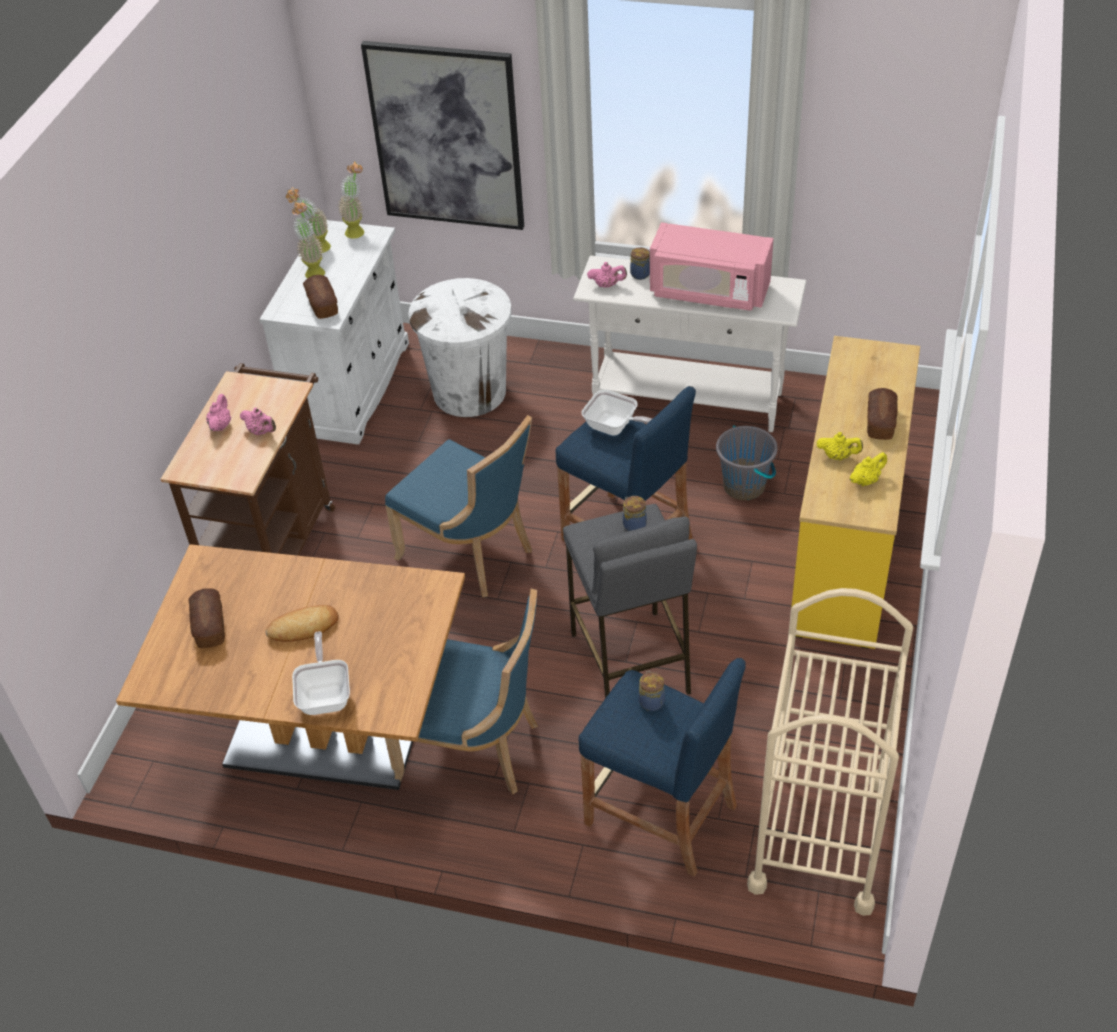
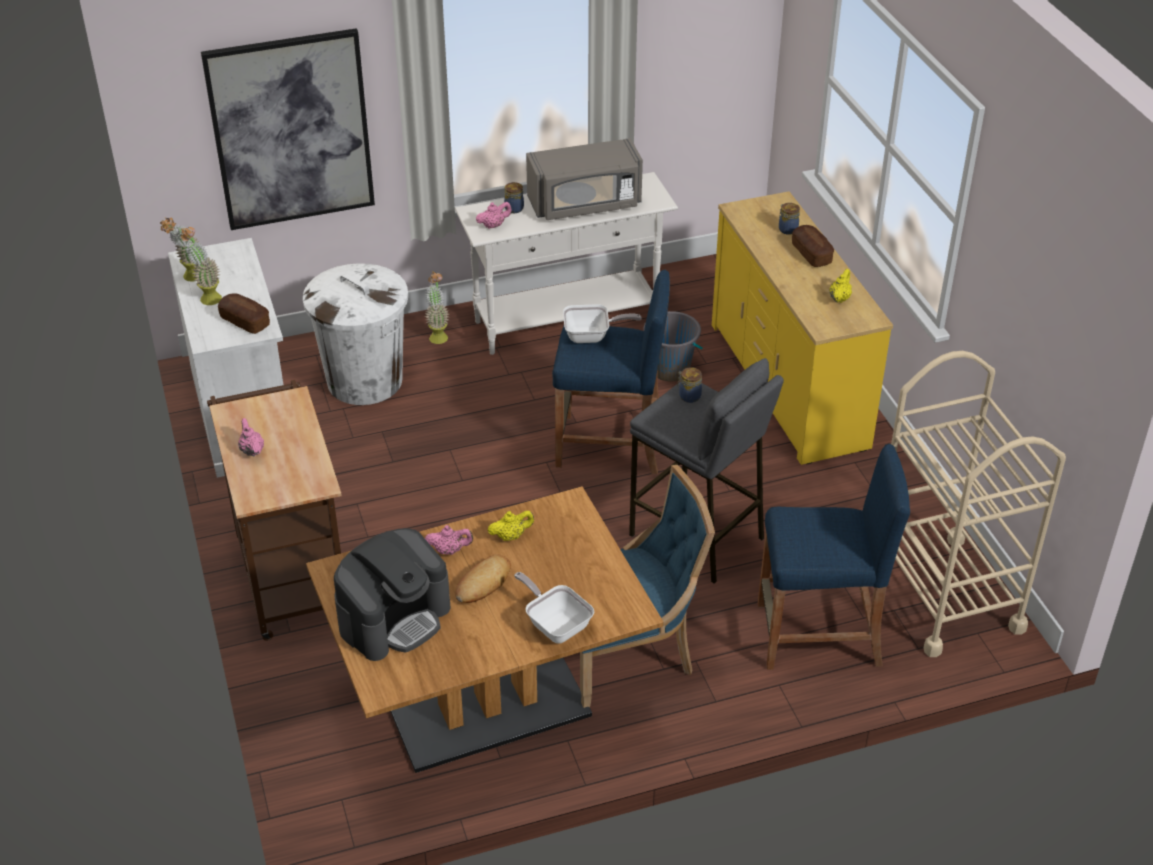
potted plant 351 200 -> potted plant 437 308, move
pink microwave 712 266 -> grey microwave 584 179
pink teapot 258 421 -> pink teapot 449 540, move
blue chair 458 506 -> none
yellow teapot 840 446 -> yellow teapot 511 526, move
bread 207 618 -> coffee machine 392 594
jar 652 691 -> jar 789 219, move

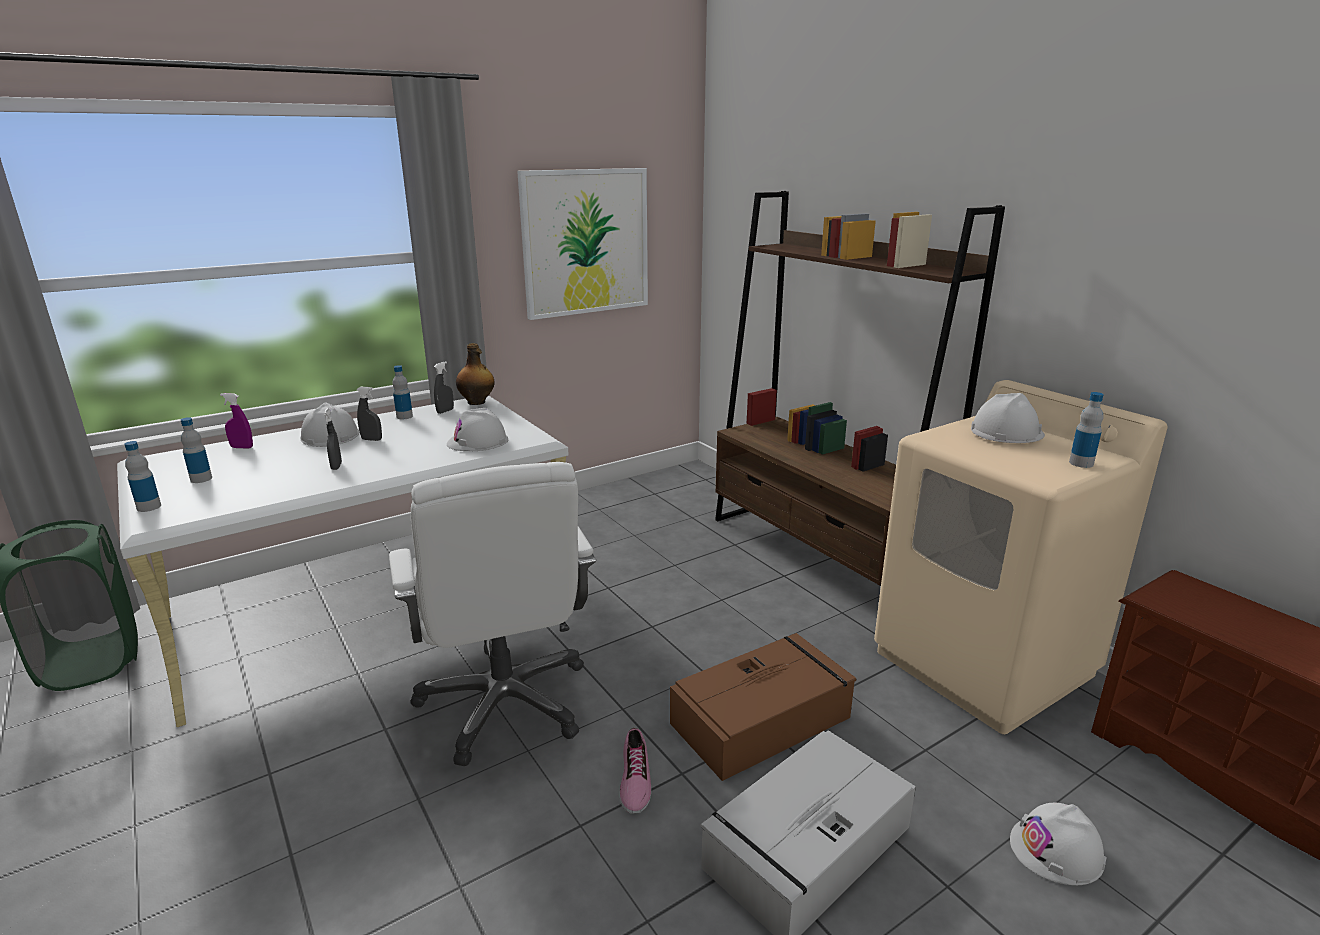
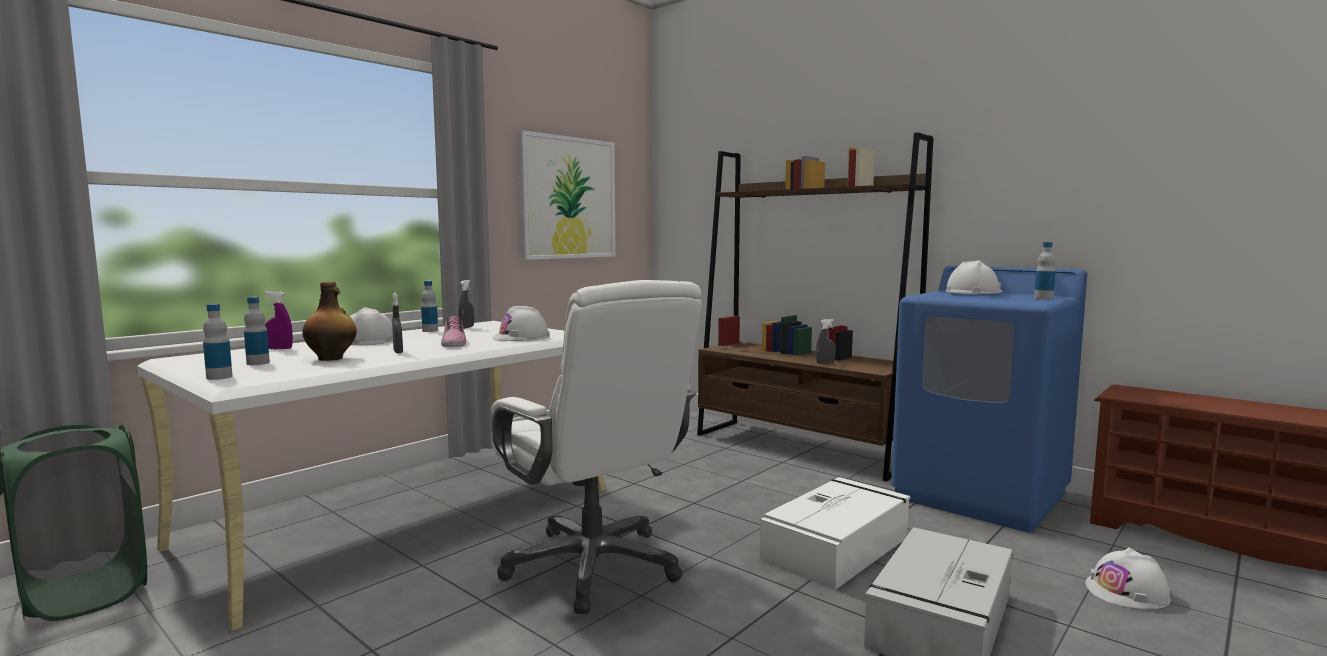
bottle 475 374 -> bottle 329 321, move
beige washing machine 1021 557 -> blue washing machine 989 399
grey spray bottle 369 414 -> grey spray bottle 826 341, move
brown storage box 763 707 -> white storage box 835 533
shoe 635 771 -> shoe 453 331, move

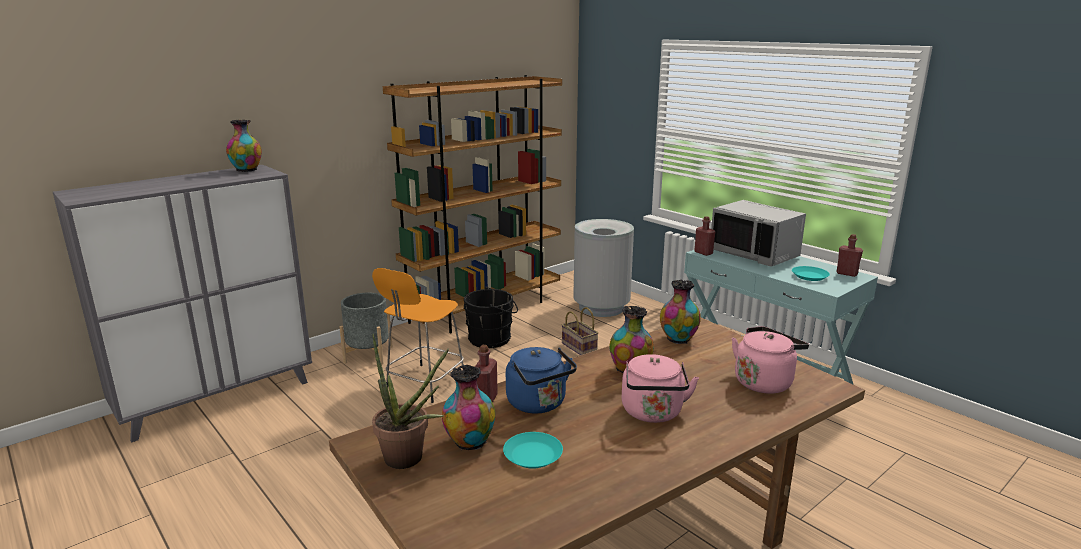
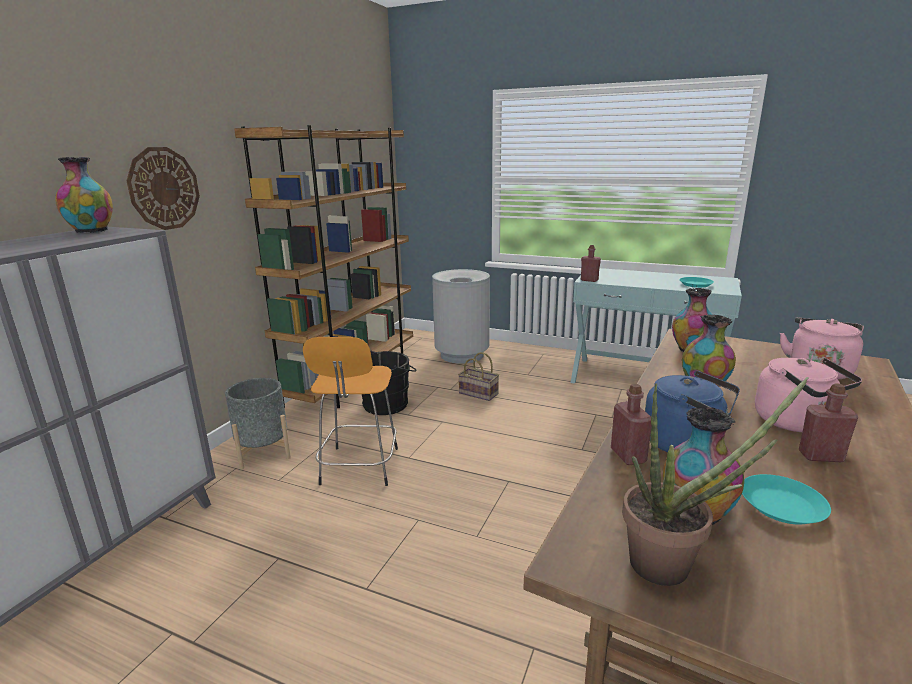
grey microwave 758 233 -> none
red bottle 849 255 -> red bottle 828 422, move
none -> wall clock 163 188

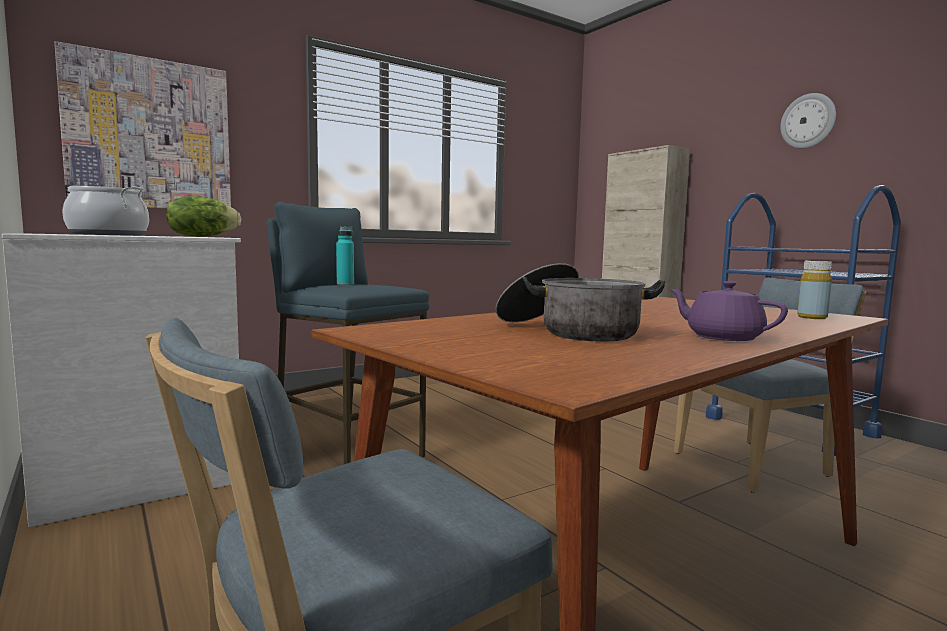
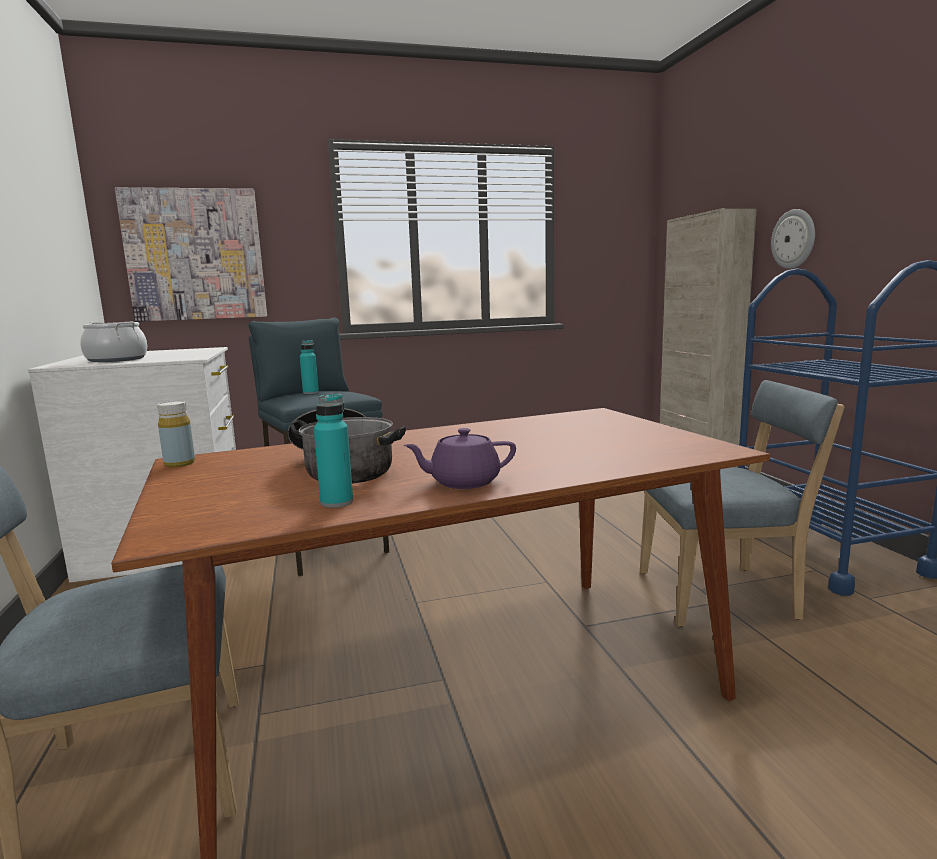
wall clock 808 120 -> wall clock 793 239, move
lettuce 203 216 -> none
yellow bottle 814 290 -> yellow bottle 176 434, move
purple teapot 728 311 -> purple teapot 460 458, 75 degrees counterclockwise
none -> turquoise bottle 333 451

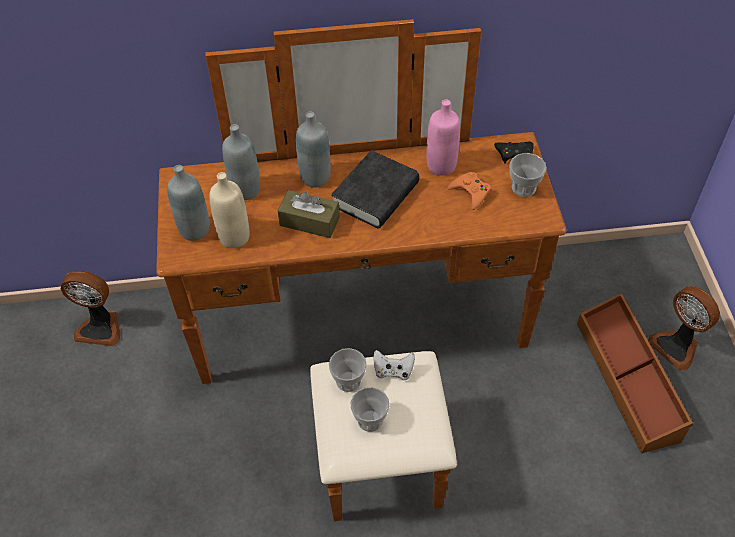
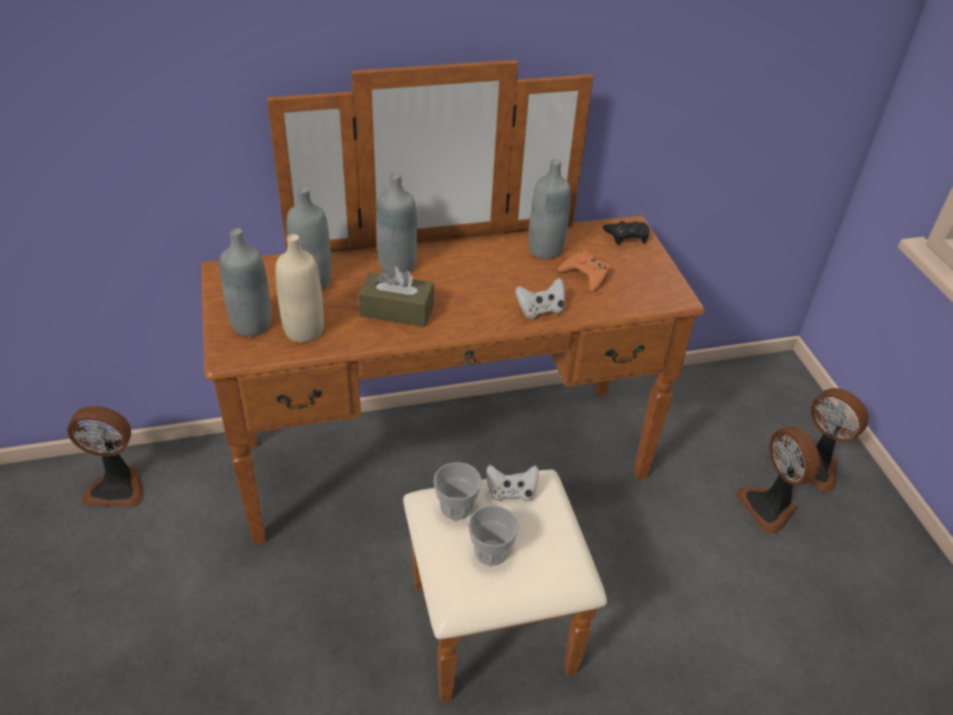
pink bottle 443 137 -> grey bottle 550 209
black book 375 189 -> none
cup 528 175 -> none
brown storage box 635 373 -> fan 778 480
none -> white game controller 540 298

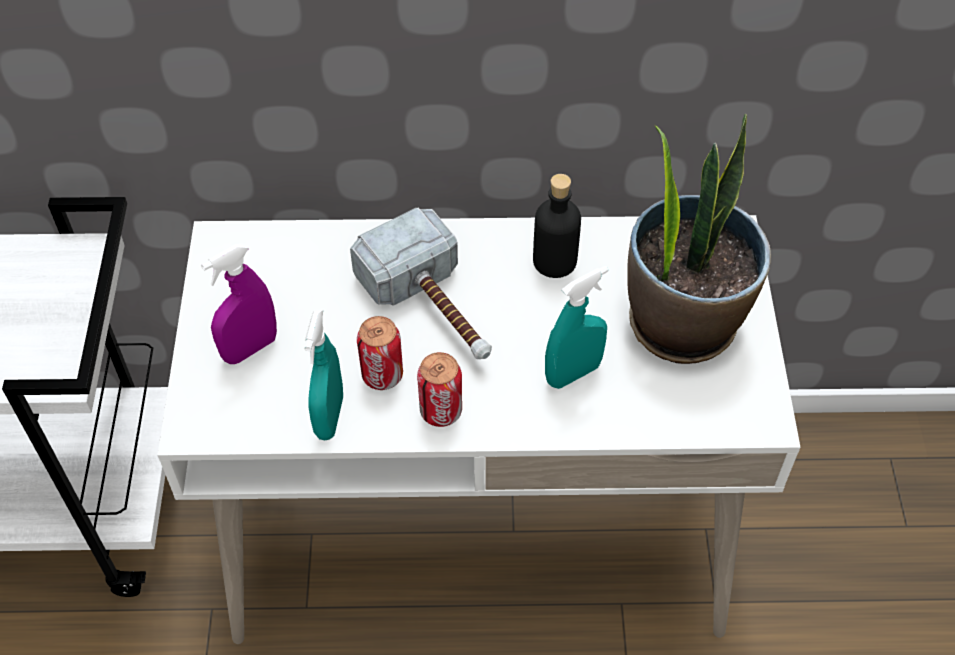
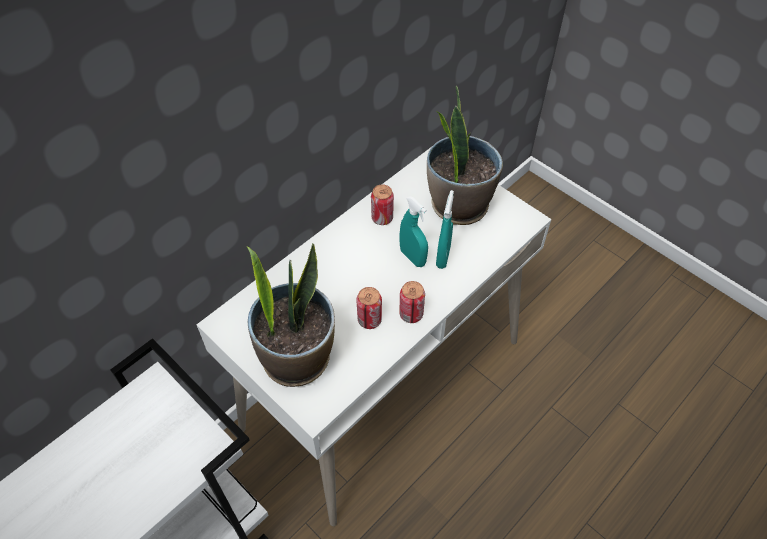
black bottle 557 226 -> can 382 204
hammer 421 283 -> none
purple spray bottle 239 303 -> potted plant 291 315
turquoise spray bottle 323 374 -> turquoise spray bottle 413 231, move

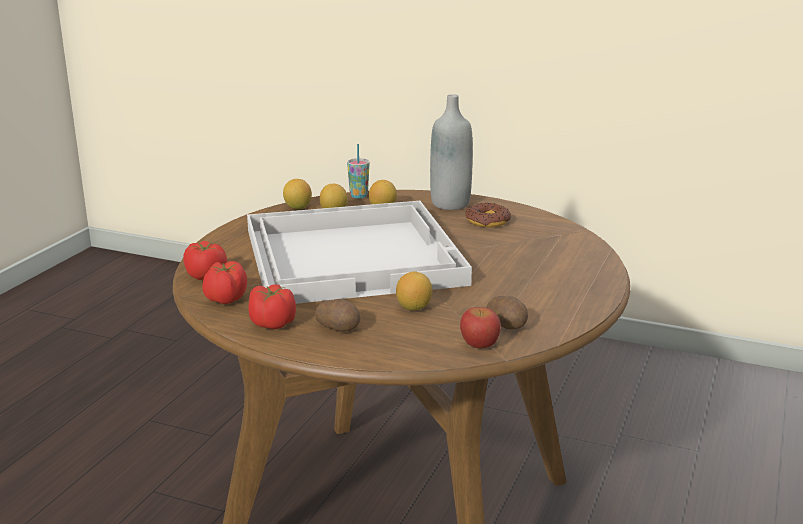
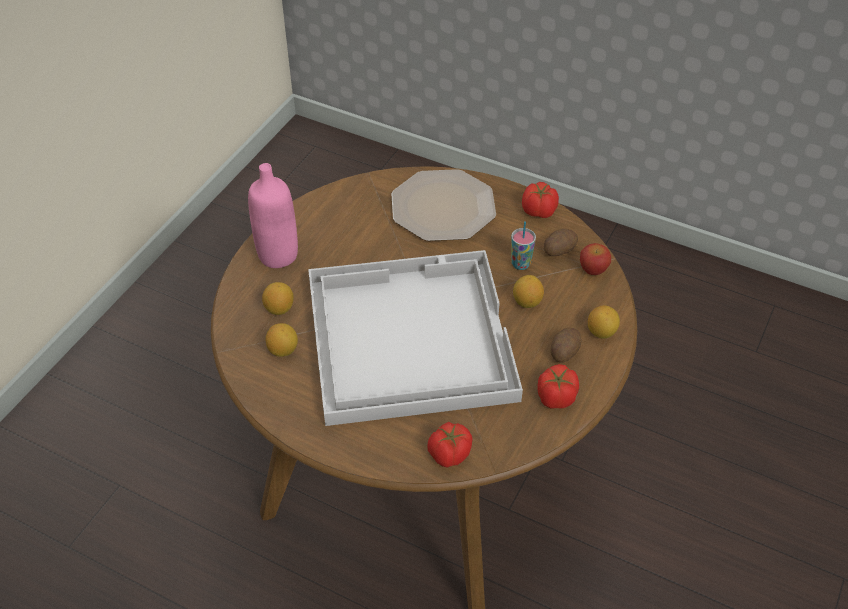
grey bottle 451 152 -> pink bottle 273 215
cup 358 171 -> cup 523 245, move
lemon 297 194 -> lemon 604 322, move
donut 488 215 -> none
tomato 224 282 -> tomato 540 200, move
none -> plate 443 205

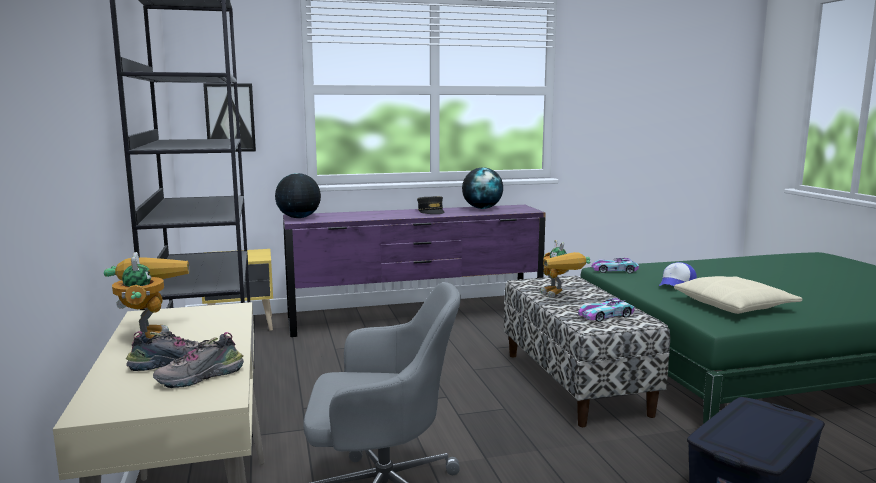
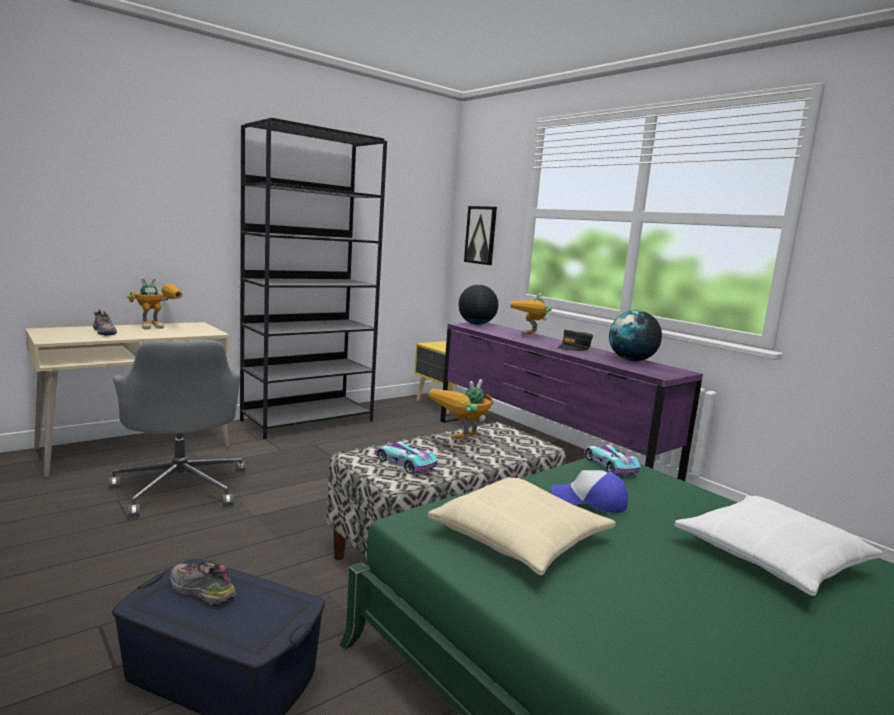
shoe 198 360 -> shoe 203 583, move
none -> toy robot 531 314
none -> white pillow 779 546

